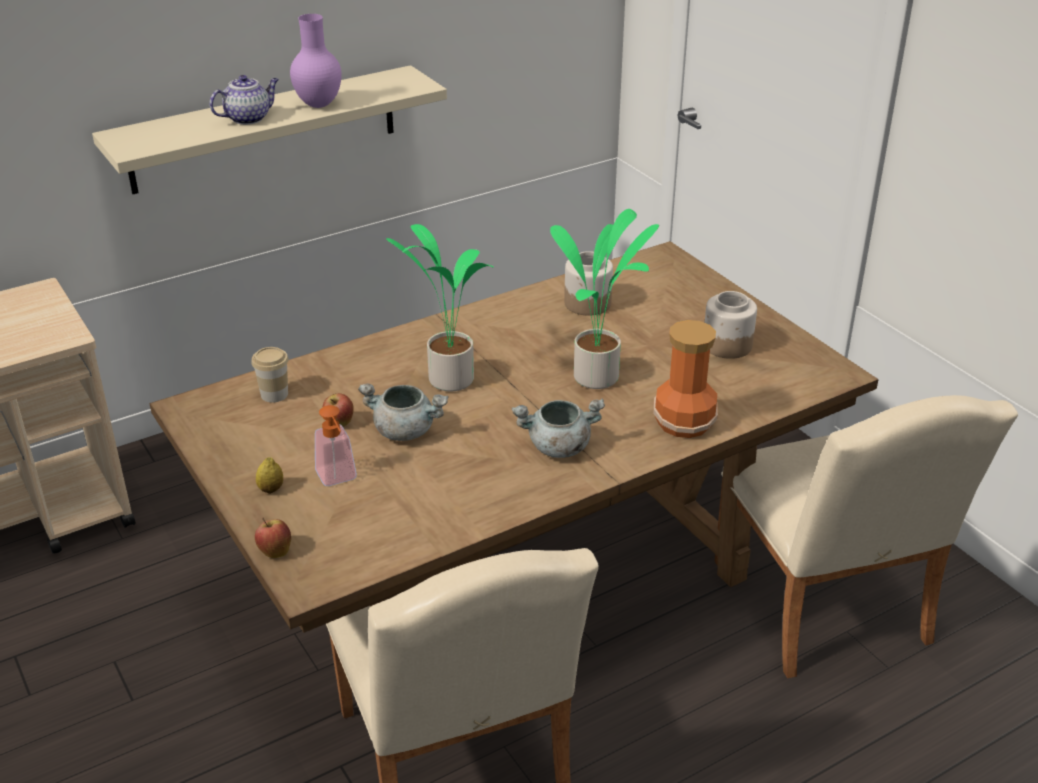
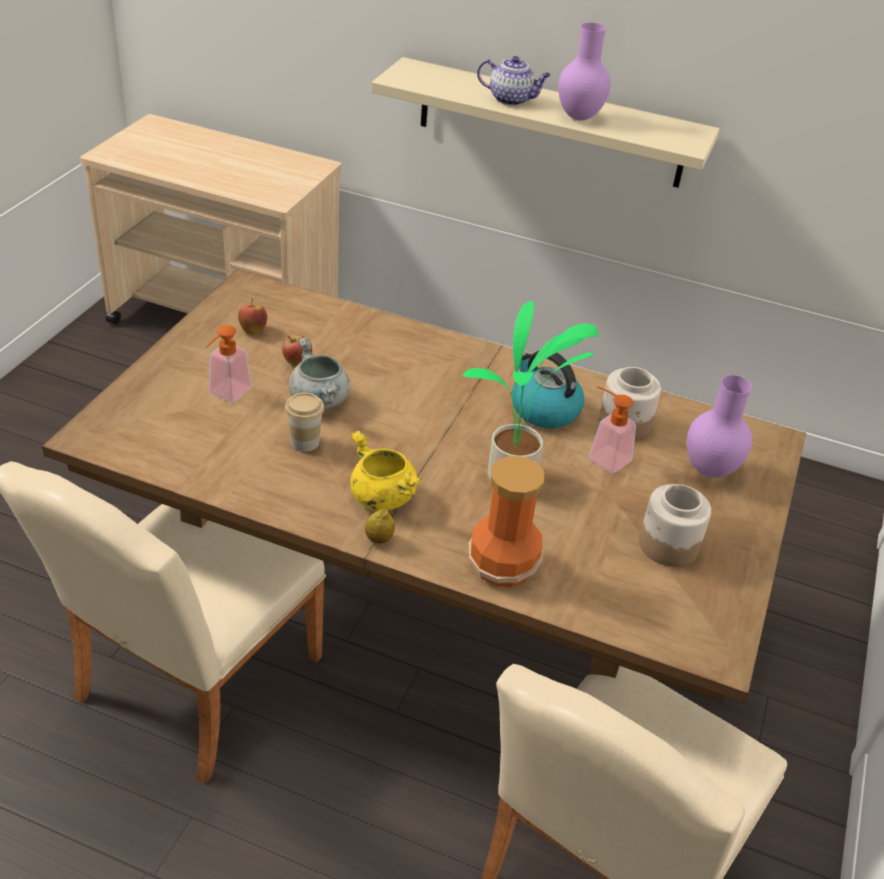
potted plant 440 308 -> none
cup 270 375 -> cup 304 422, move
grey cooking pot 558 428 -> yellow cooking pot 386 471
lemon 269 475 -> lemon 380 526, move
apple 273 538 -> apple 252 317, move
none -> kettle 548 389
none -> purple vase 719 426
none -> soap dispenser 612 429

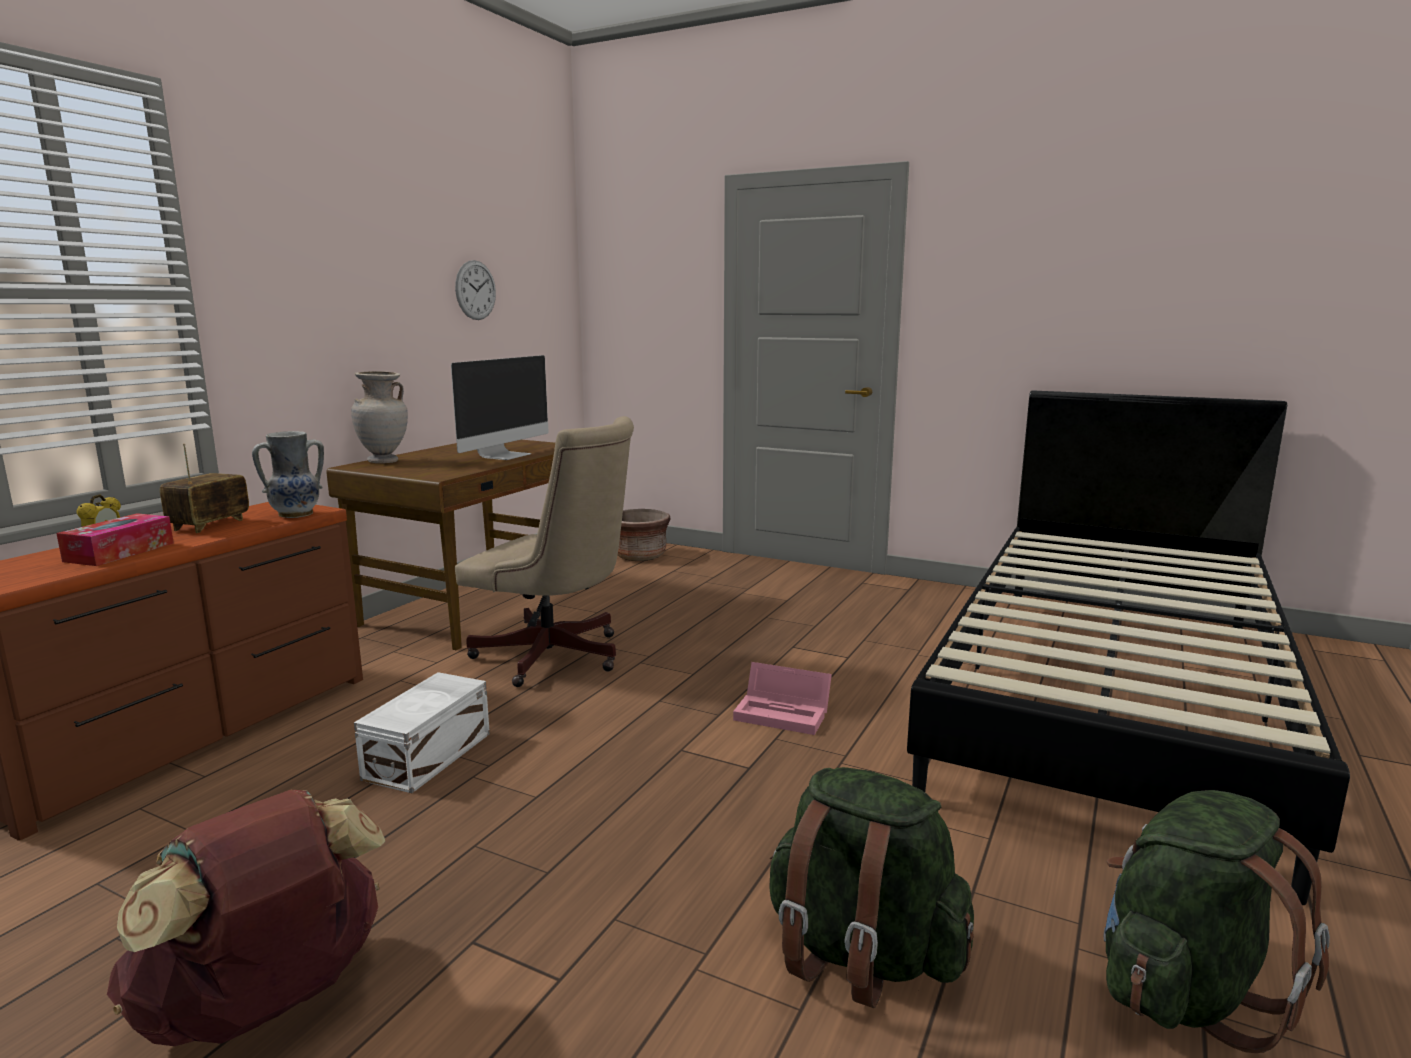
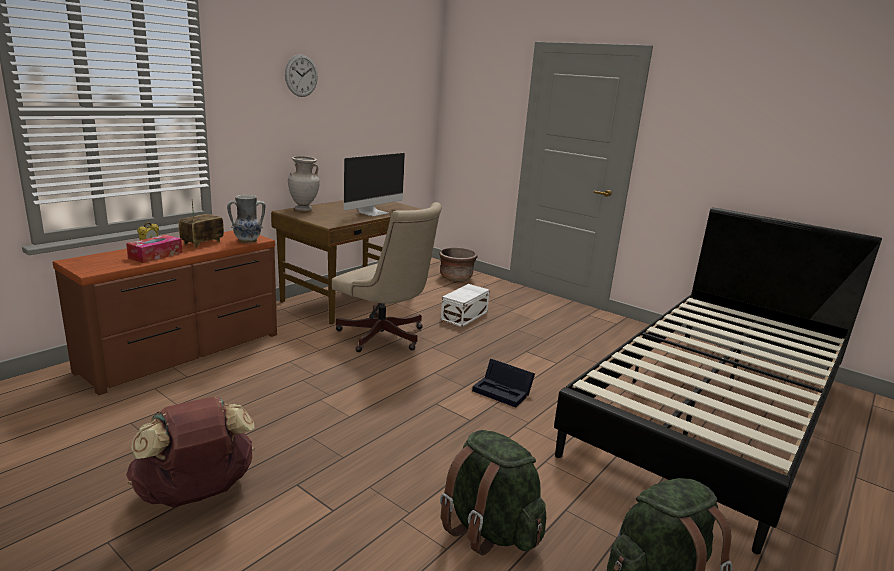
wall clock 475 290 -> wall clock 301 75, move
pink storage box 782 698 -> black storage box 503 383
white storage box 422 732 -> white storage box 465 305, move

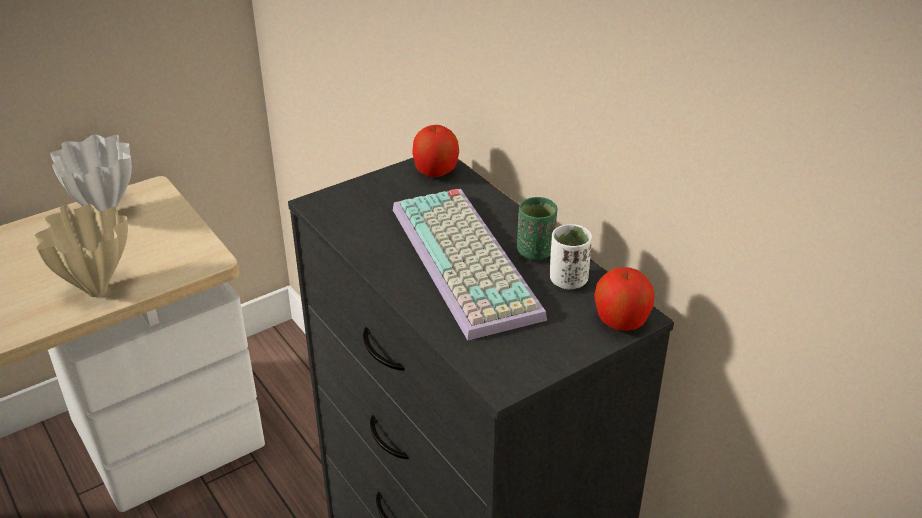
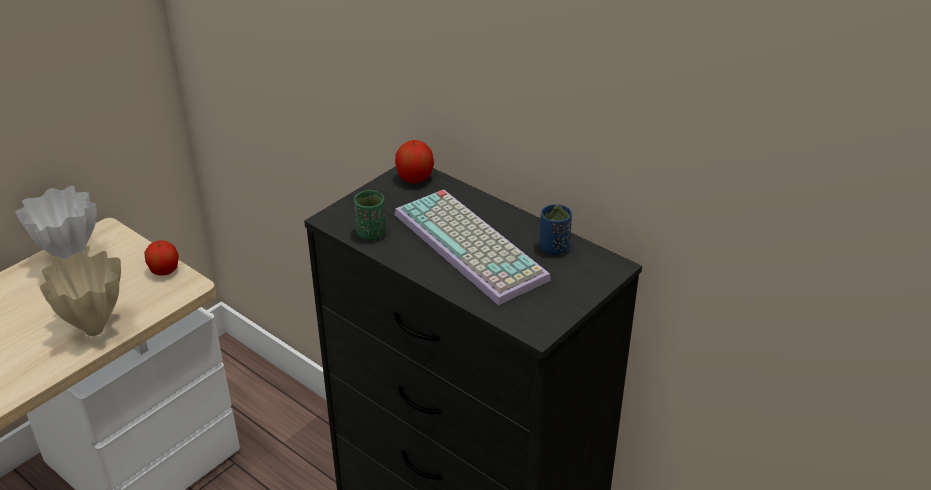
green cup 537 228 -> green cup 370 215, move
white cup 571 256 -> blue cup 556 229
apple 624 299 -> apple 162 258, move

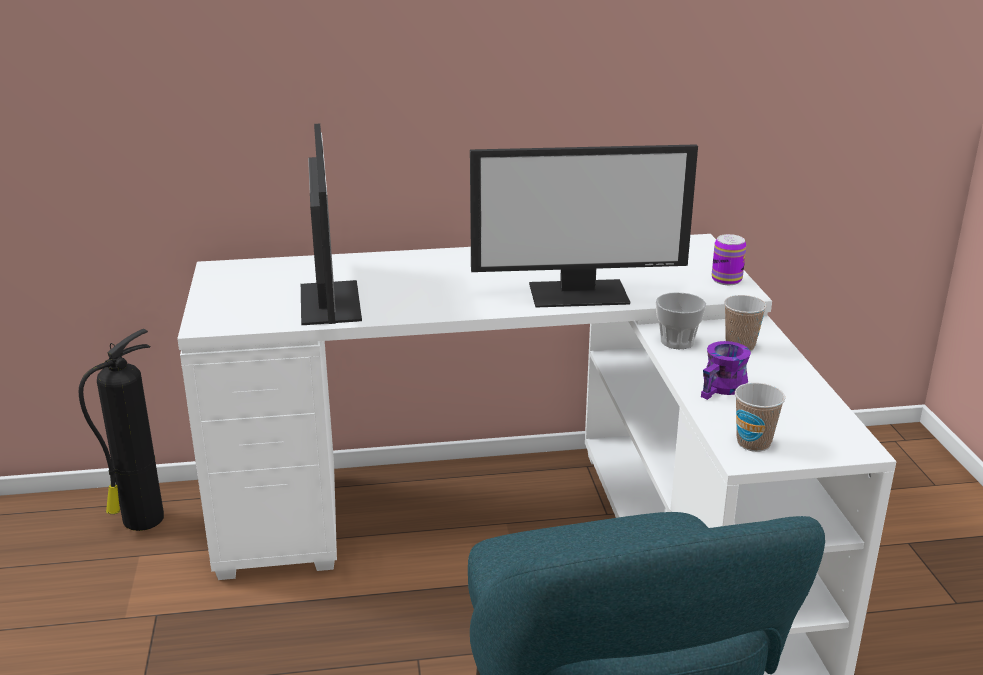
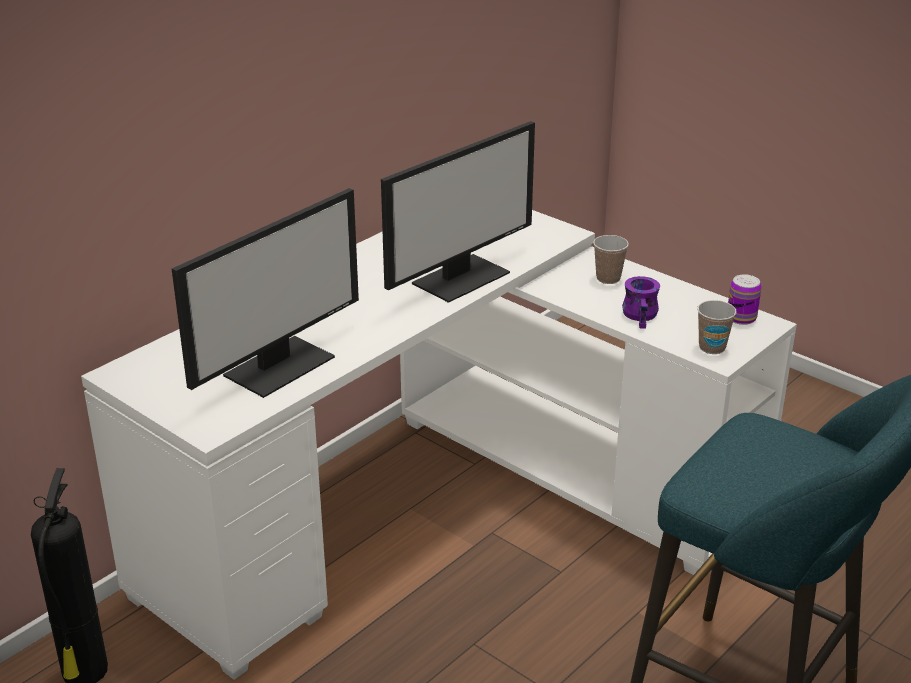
monitor 331 224 -> monitor 265 293, 90 degrees clockwise
can 729 259 -> can 745 299, move
cup 681 320 -> none

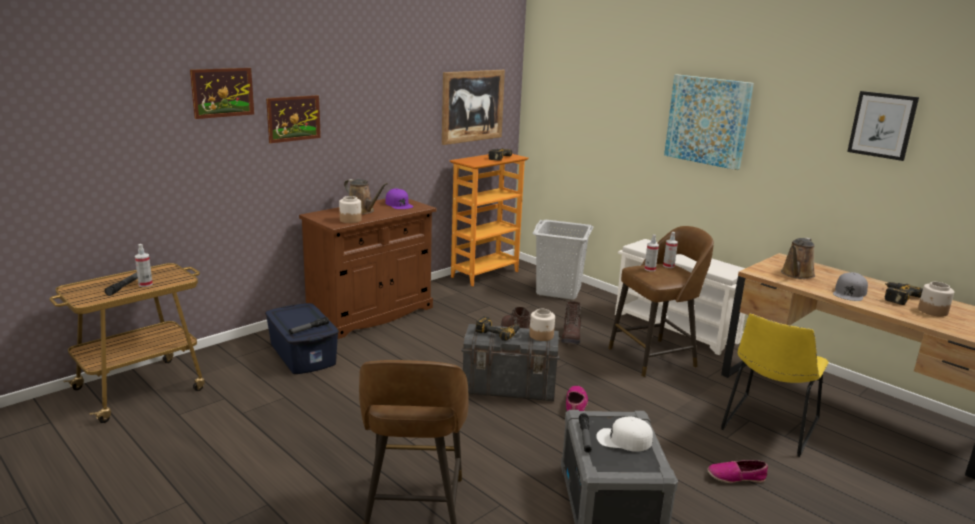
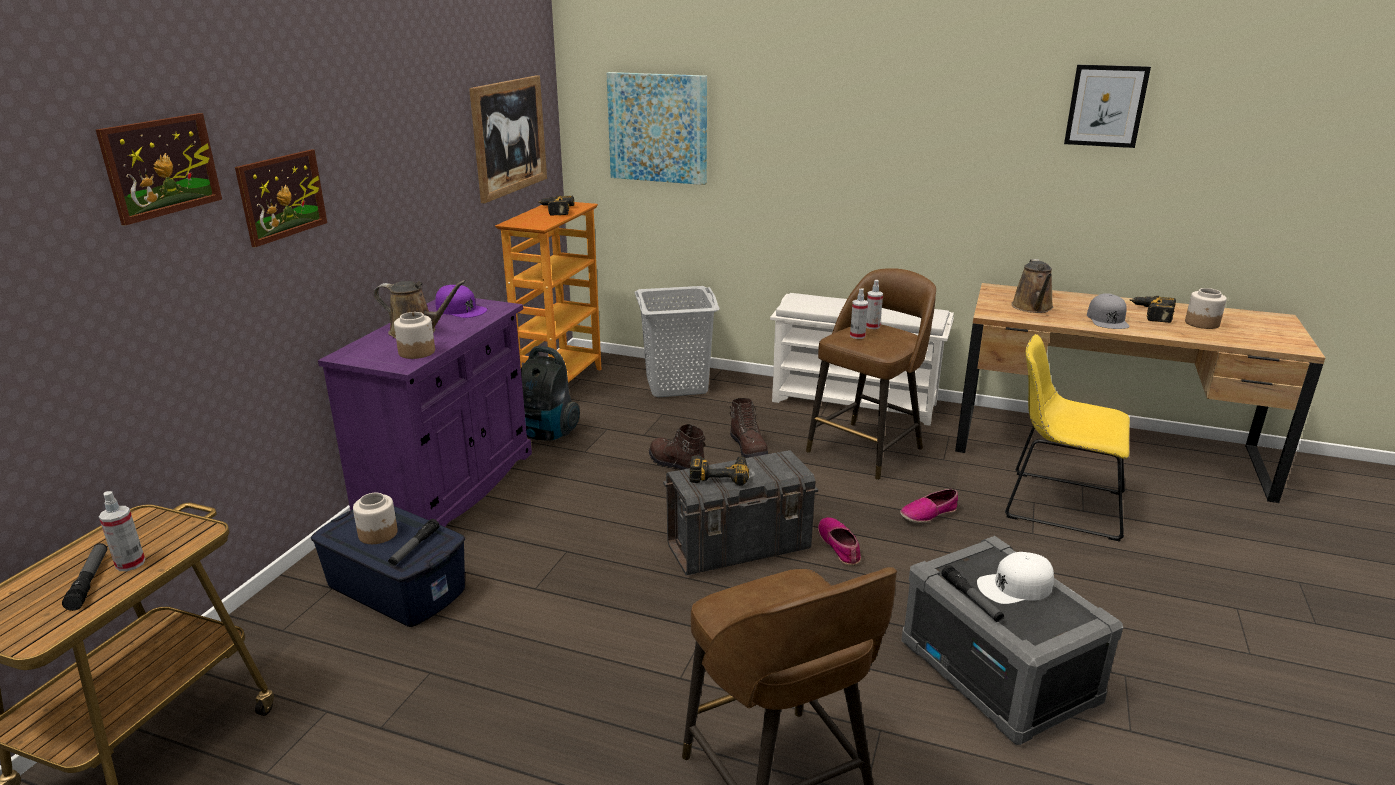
picture 709 122 -> picture 657 128, move
brown cabinet 368 269 -> purple cabinet 425 412
jar 542 325 -> jar 375 518, move
yellow chair 775 385 -> yellow chair 1067 438, 105 degrees clockwise
shoe 737 471 -> shoe 929 506, move
none -> vacuum cleaner 550 393

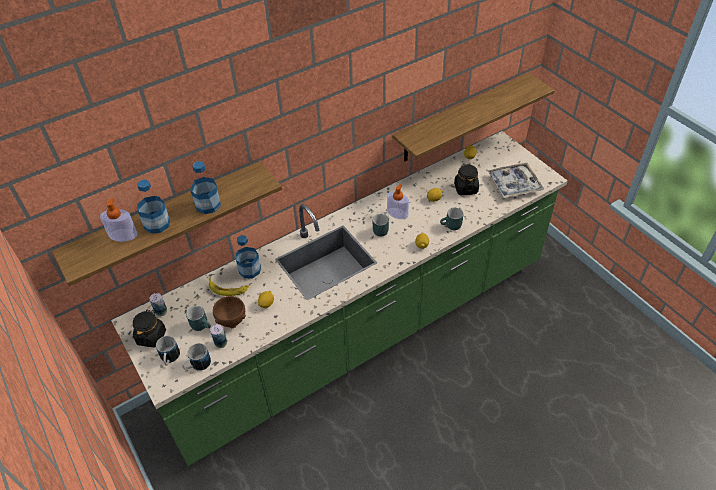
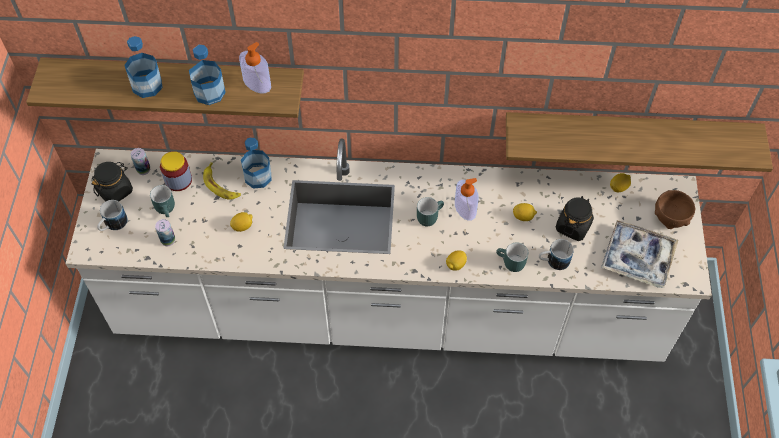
green counter 339 298 -> white counter 389 250
soap dispenser 118 220 -> soap dispenser 255 67, move
brown bowl 229 312 -> brown bowl 675 209, move
mug 196 357 -> mug 556 254, move
none -> jar 176 171

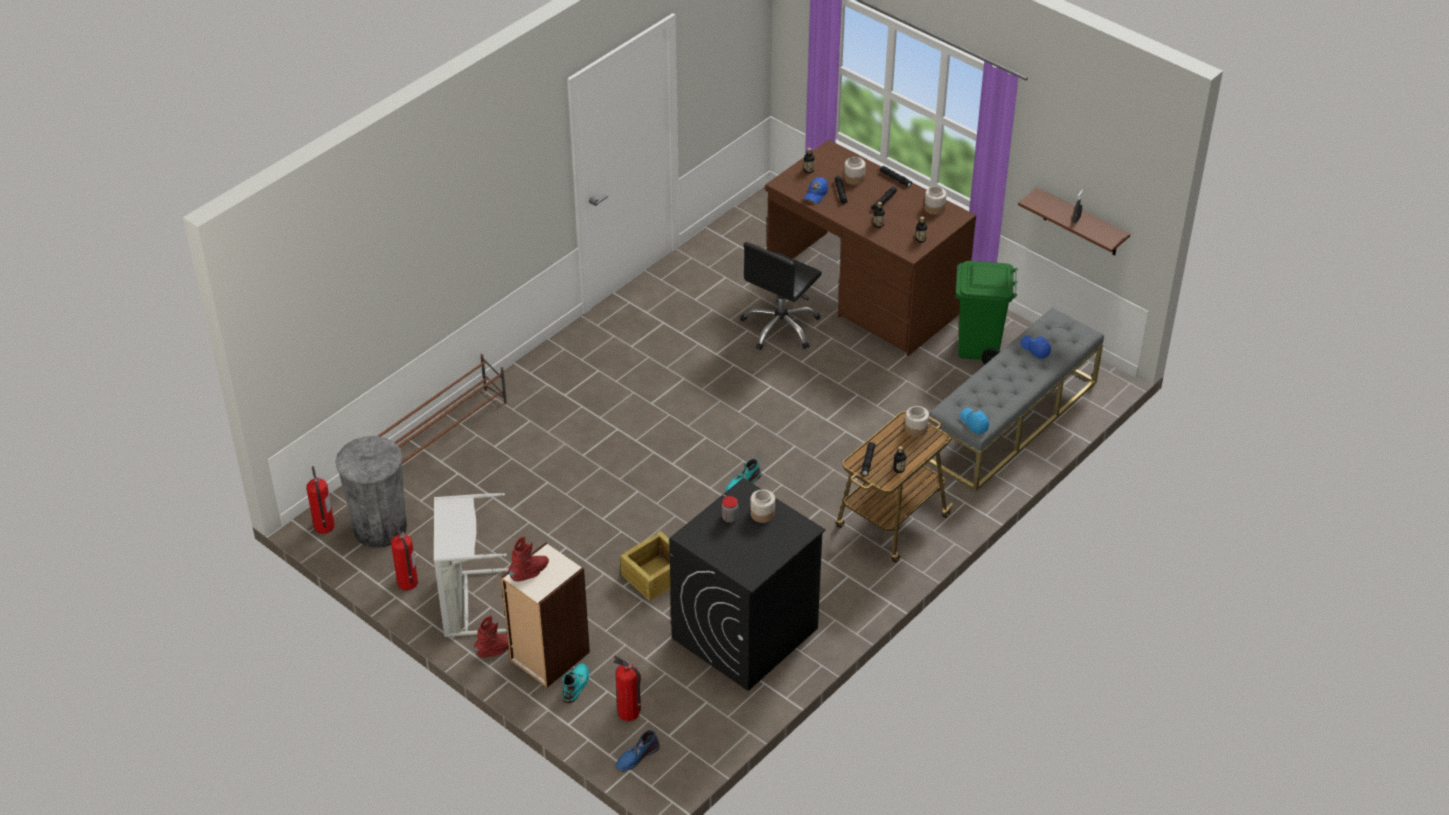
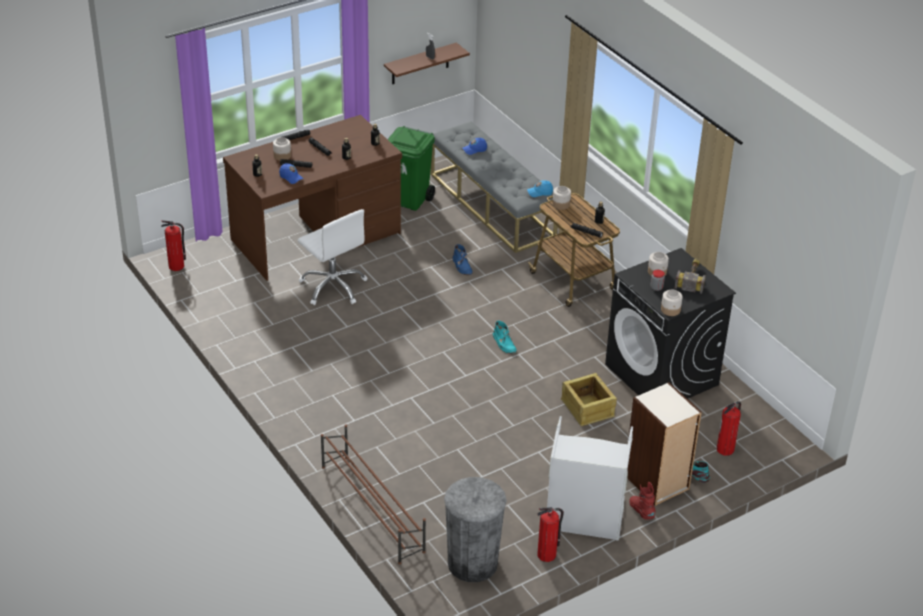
jar 935 200 -> jar 671 302, move
black office chair 781 296 -> white office chair 333 257
fire extinguisher 320 500 -> fire extinguisher 173 245, move
red boot 528 558 -> none
blue boot 637 751 -> blue boot 463 259, move
none -> hammer 690 276

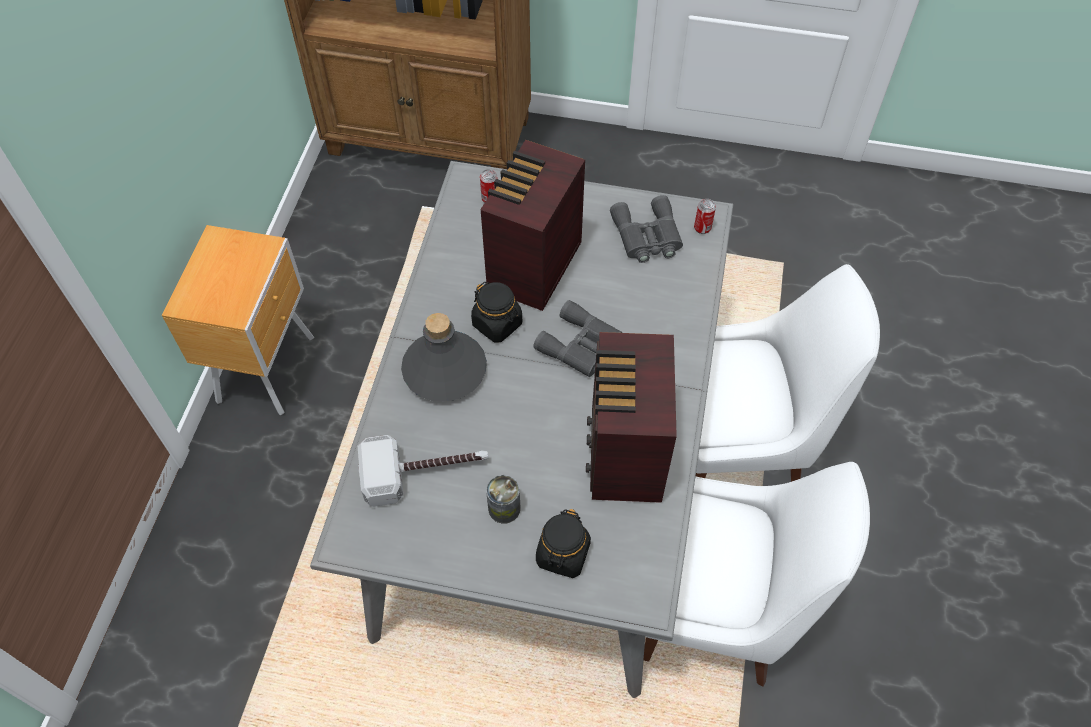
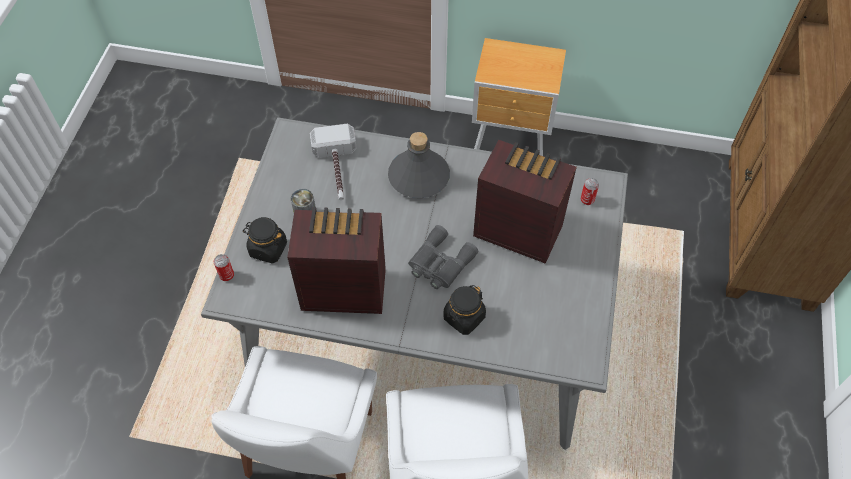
grey binoculars 646 229 -> none
can 705 216 -> can 224 267, move
black jar 496 312 -> black jar 464 310, move

